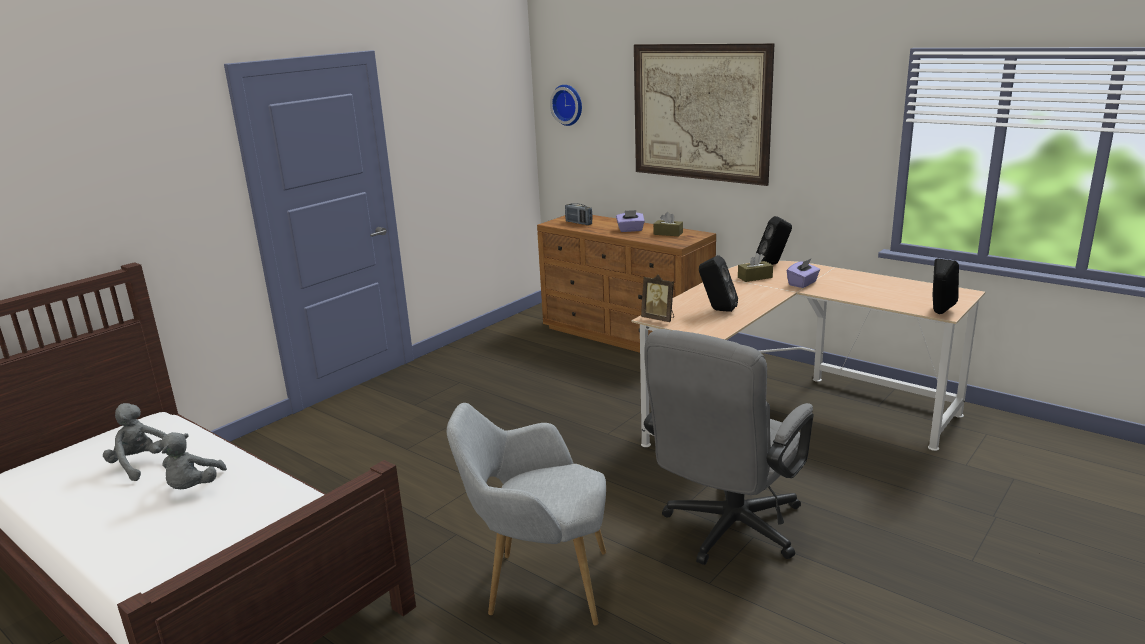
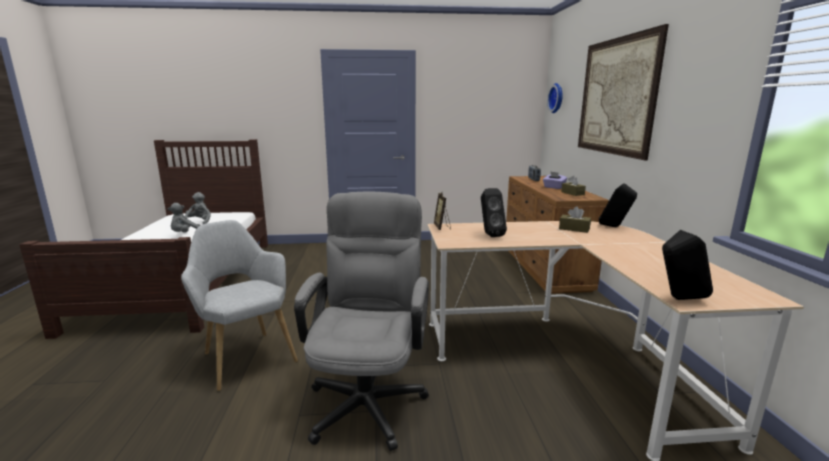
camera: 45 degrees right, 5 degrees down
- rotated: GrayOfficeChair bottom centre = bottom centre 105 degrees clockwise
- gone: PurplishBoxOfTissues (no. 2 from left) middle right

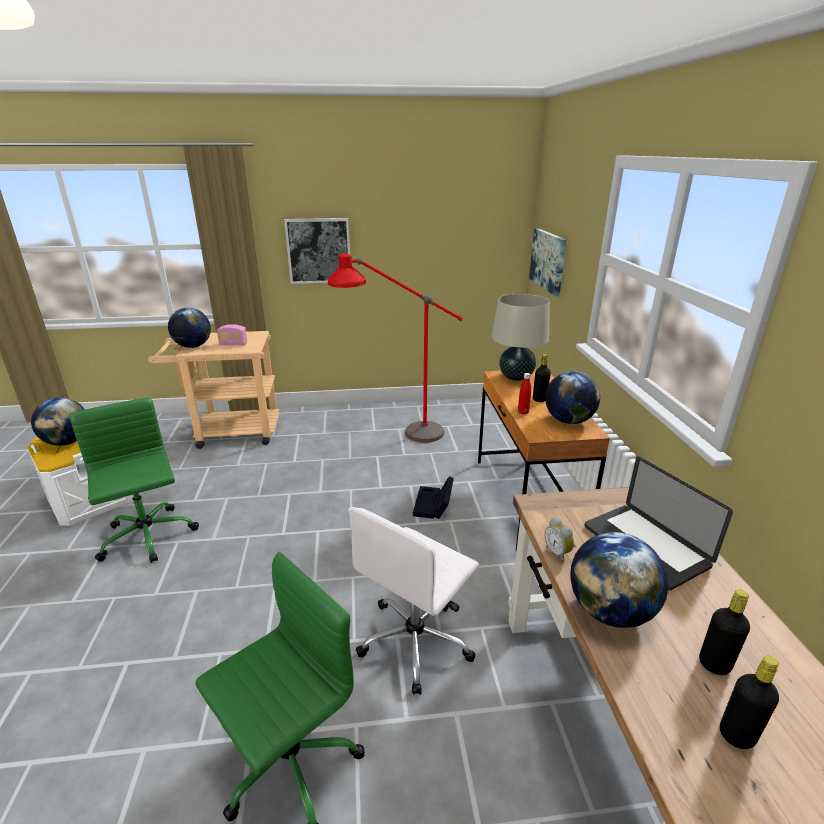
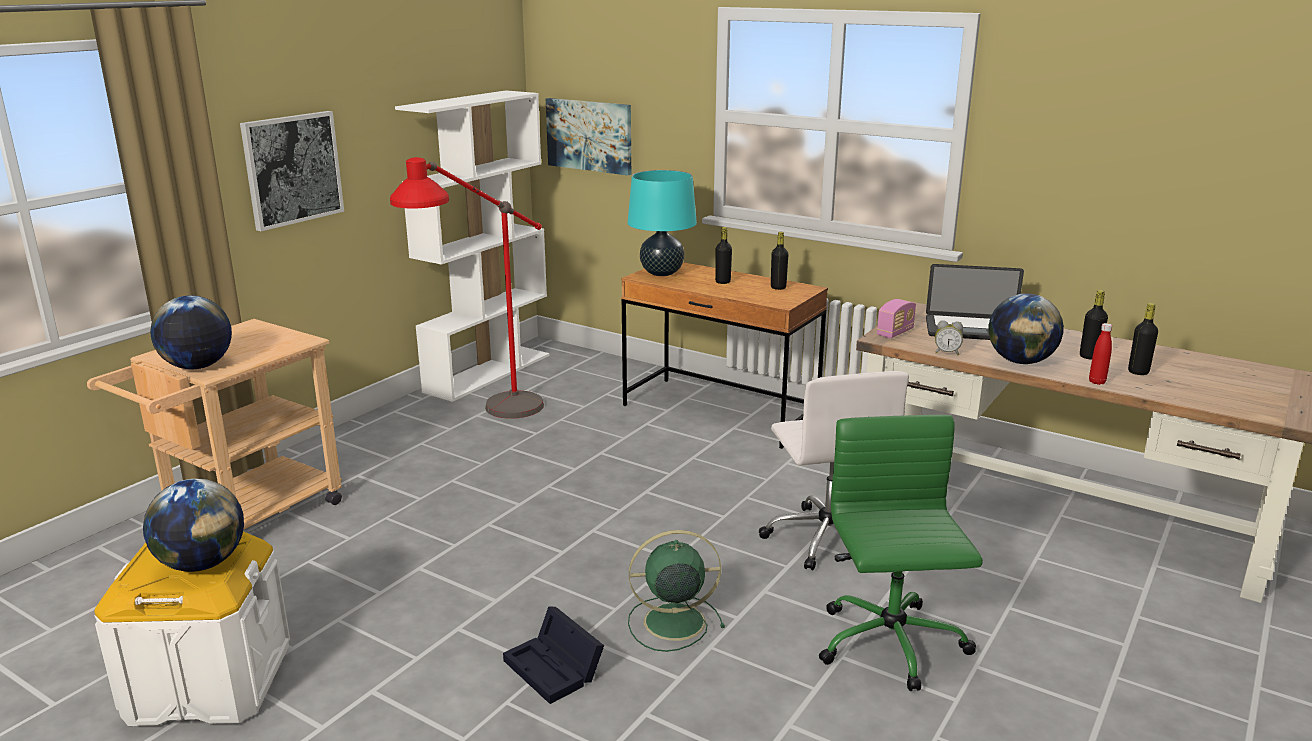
camera: 50 degrees left, 5 degrees down
- new: WhitishShelvingUnit top centre
- shifted: BlackishStorageBox centre to bottom centre
- repainted: BeigeColouredLampForATable centre to TurquoiseLampForATable top centre
- new: GreenFan bottom centre
- swapped: WorldGlobe (no. 3 from left) middle right to BlackishDrinkBottle (no. 2 from left) centre
- shifted: RadioSet middle left to middle right
- shifted: RedDrinkBottle centre to middle right
- gone: GreenOfficeChair (no. 1 from left) middle left

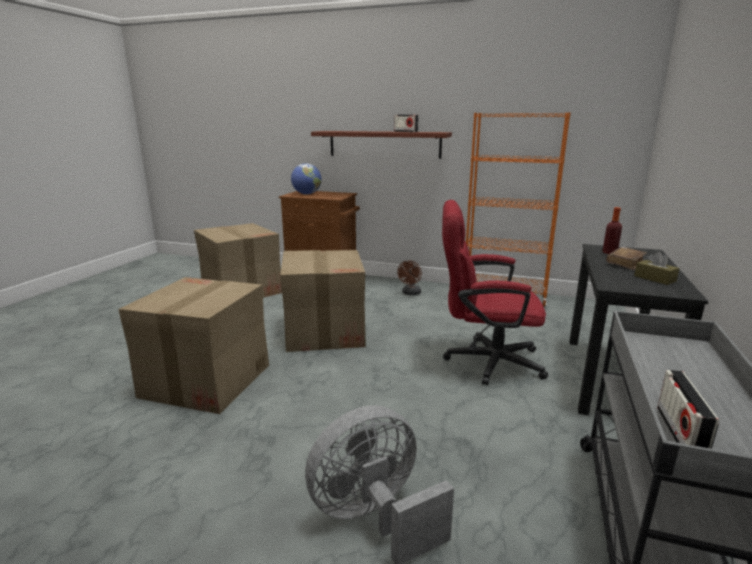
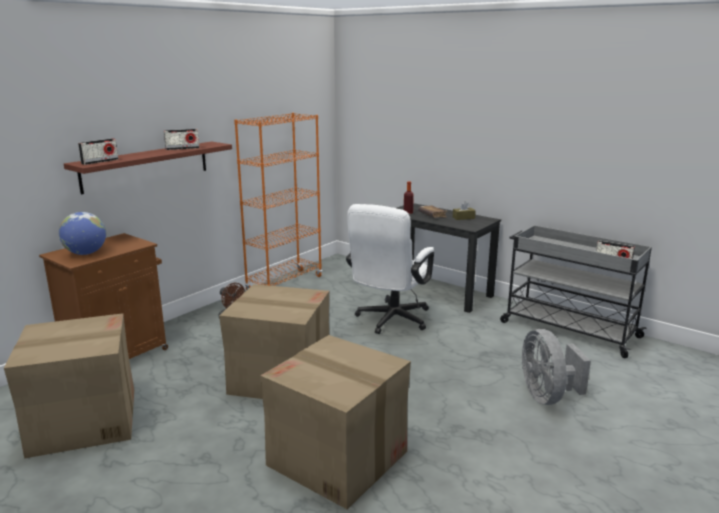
camera: 70 degrees left, 0 degrees up
- new: RadioSet (no. 1 from left) top left
- repainted: RedOfficeChair centre to WhitishOfficeChair centre

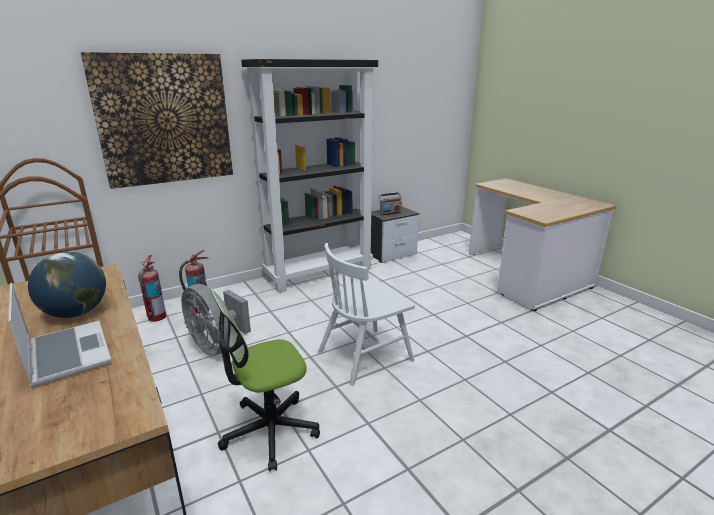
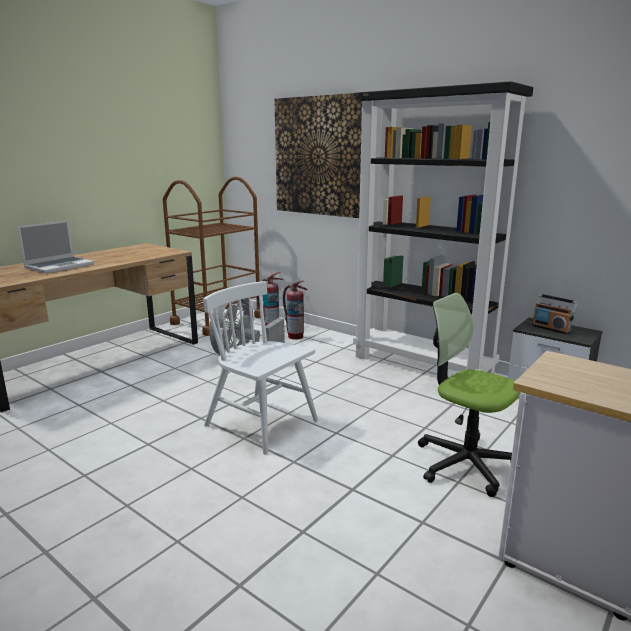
camera: 70 degrees right, 5 degrees down
- shifted: OfficeChair bottom centre to middle right
- gone: WorldGlobe middle left

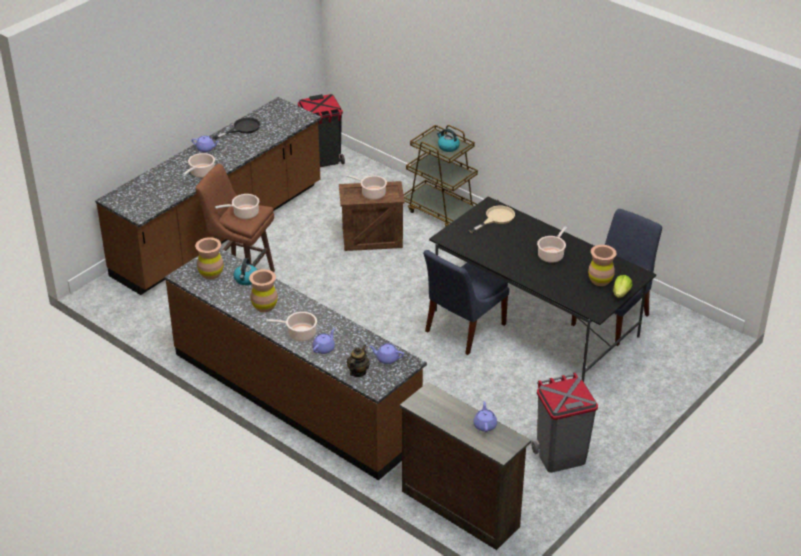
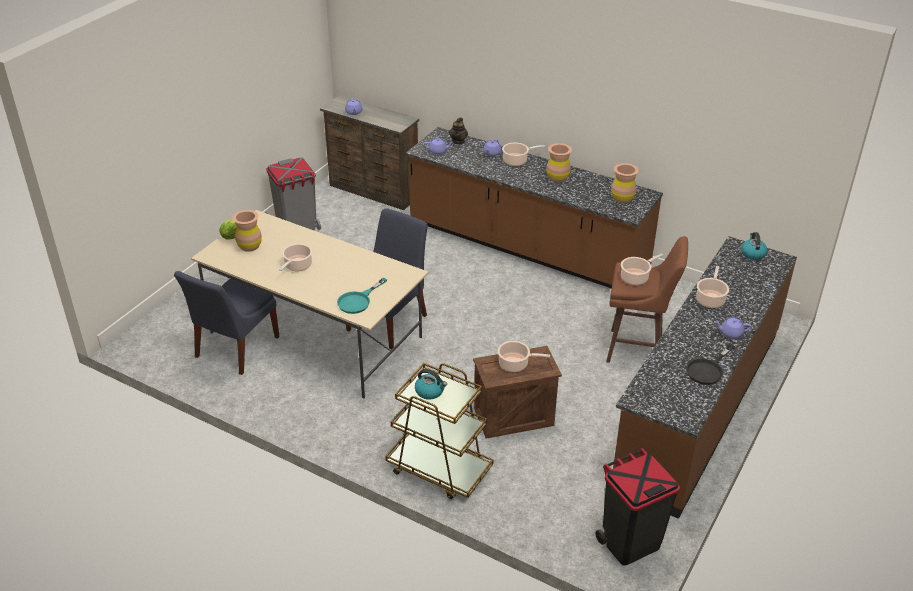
camera: 170 degrees right, 0 degrees up
- repainted: BlackishDiningTable middle right to BeigeColouredDiningTable centre
- repainted: BeigeColouredSkillet centre to TurquoiseSkillet centre
- shifted: WaterKettle (no. 1 from left in the first image) middle left to WaterKettle (no. 2 from left) middle right

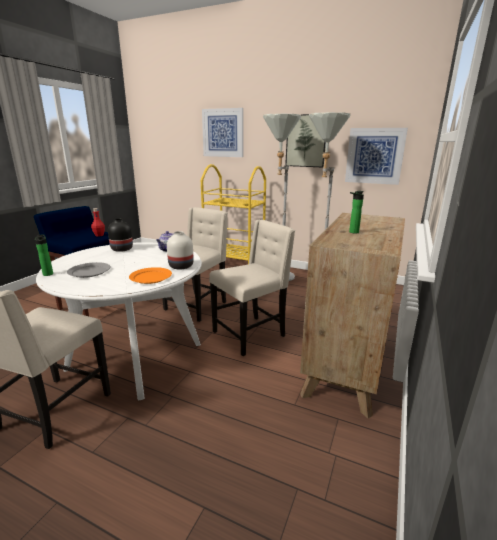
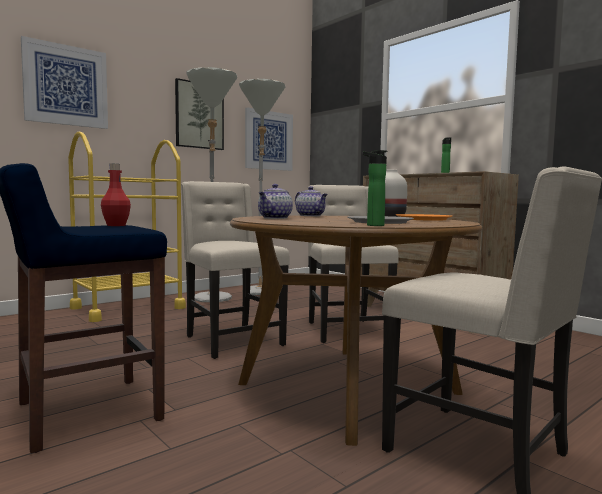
camera: 65 degrees left, 15 degrees down
- repainted: WhitishDiningTable middle left to BrownDiningTable bottom centre
- swapped: BlackishVase middle left to TeaPot (no. 1 from left) centre

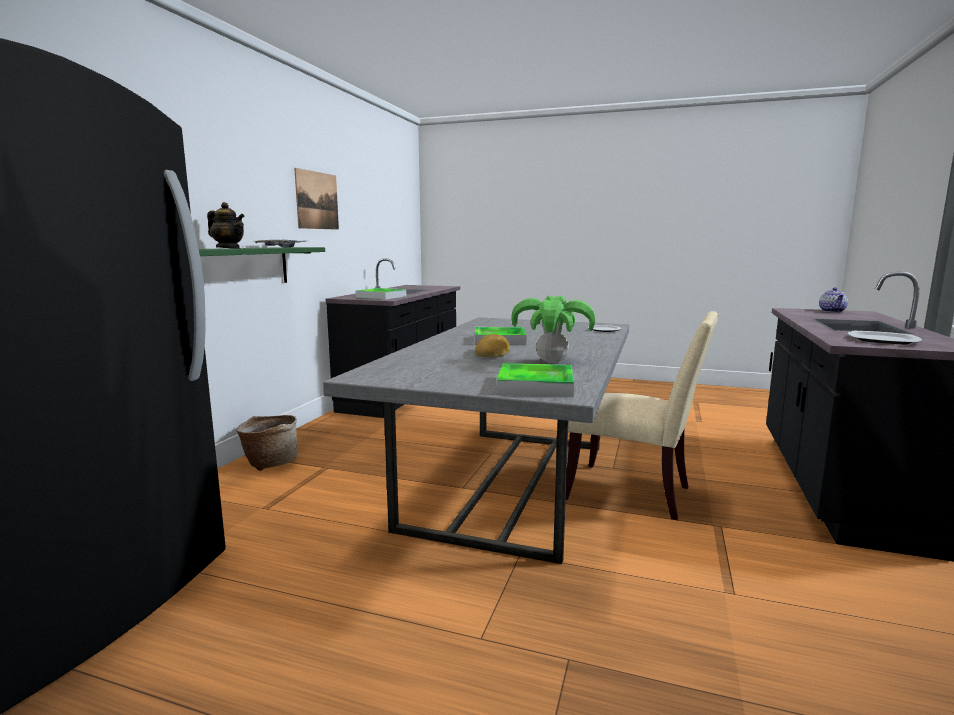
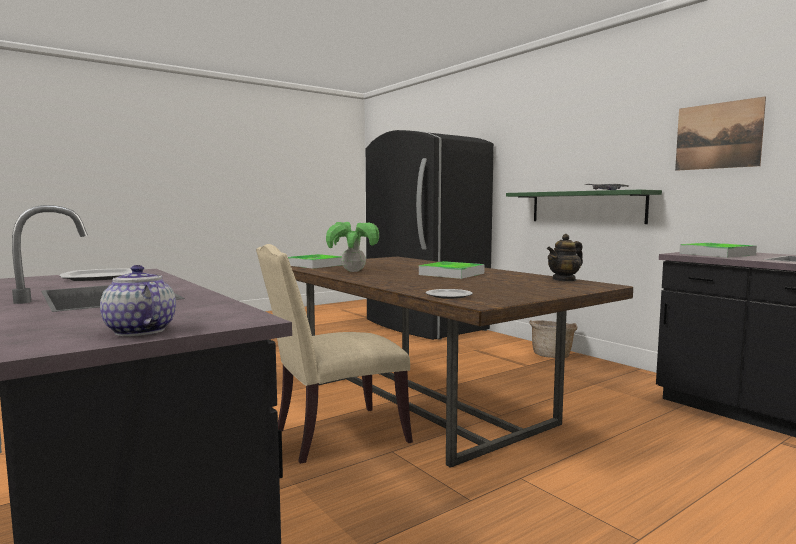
camera: 125 degrees right, 5 degrees down
- repainted: GrayDiningTable centre to BrownDiningTable centre
- shifted: TeaPot (no. 1 from left in the first image) top left to TeaPot (no. 2 from left) middle right
- gone: BakedBread centre

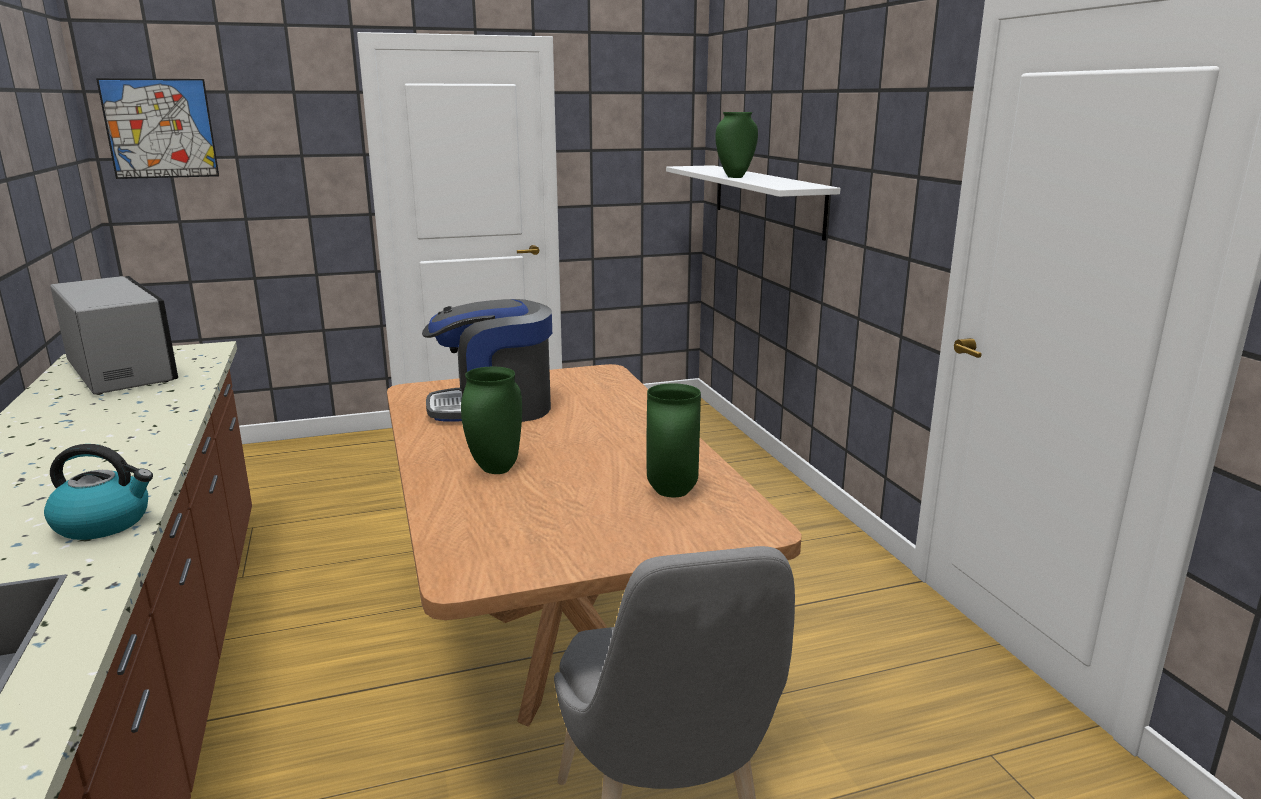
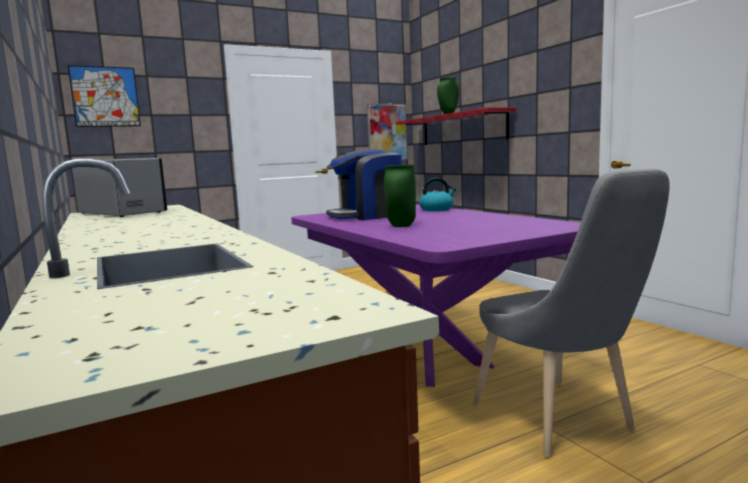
camera: 10 degrees left, 10 degrees down
- repainted: BrownDiningTable bottom centre to PurplishDiningTable centre
- new: WallArt (no. 2 from left) top centre
- repainted: WhitishShelf top centre to RedShelf top centre
- shifted: WaterKettle middle left to centre
- gone: GreenVase (no. 2 from left) centre

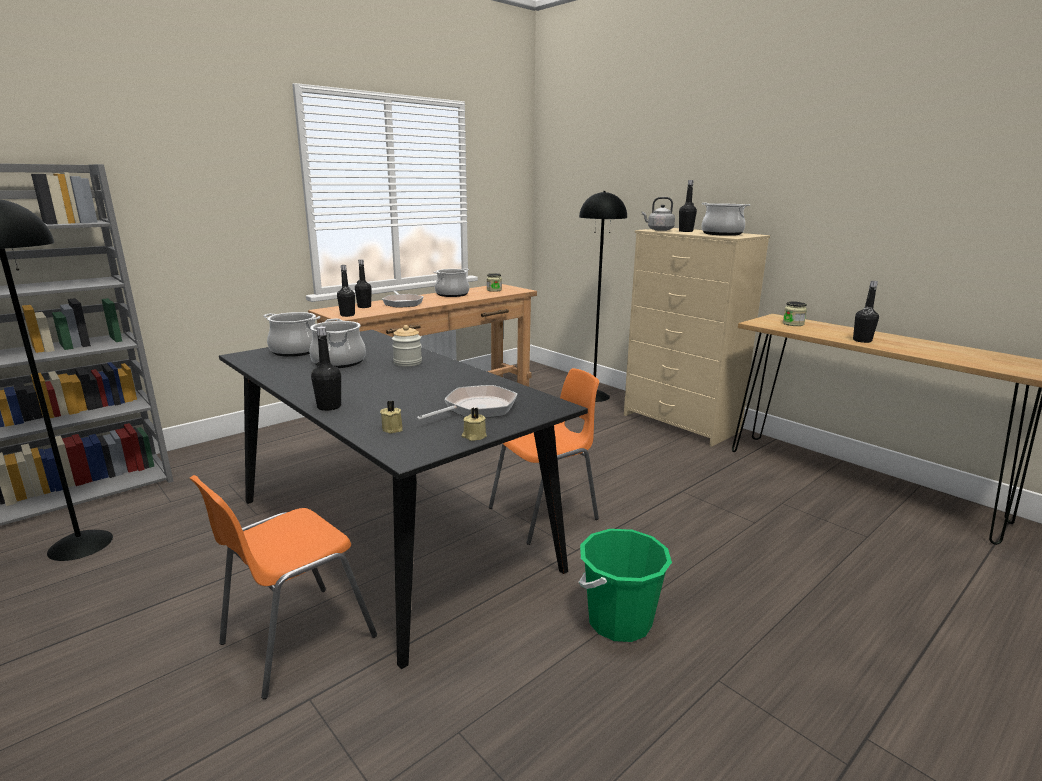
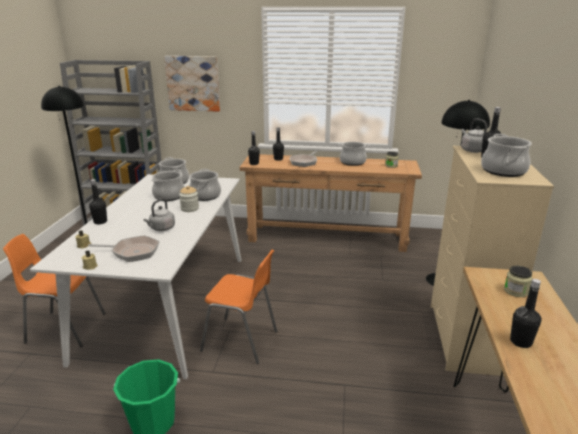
camera: 50 degrees right, 5 degrees up
- repainted: BlackishDiningTable centre to WhitishDiningTable middle left
- new: GrayWaterKettle (no. 1 from left) middle left
- new: WallArt top left
- new: Stockpot (no. 3 from left) centre

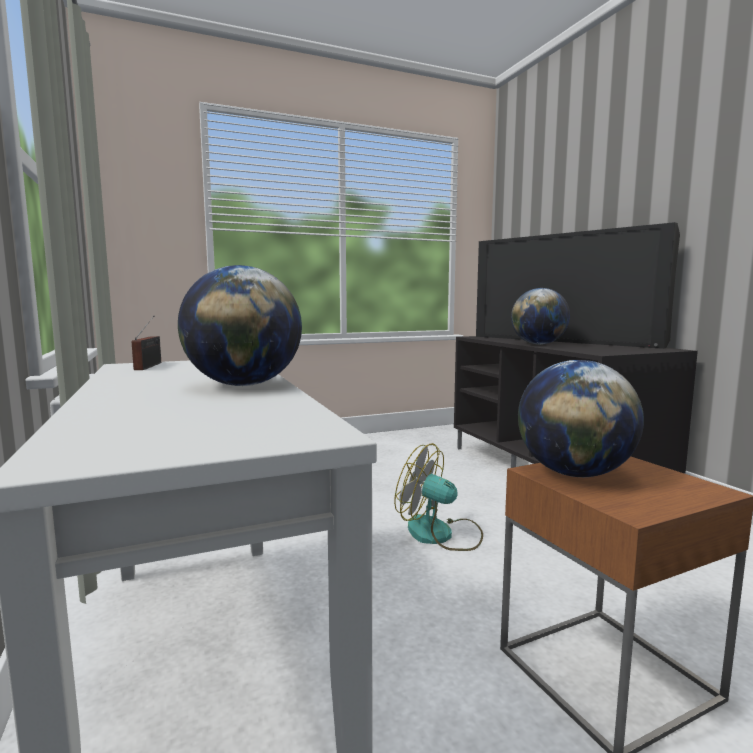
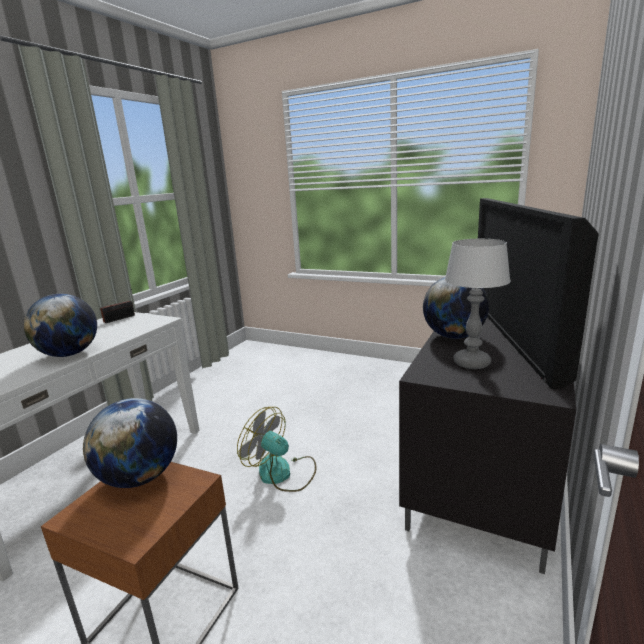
camera: 50 degrees right, 10 degrees up
- rotated: Fan centre = bottom centre 45 degrees counterclockwise
- new: LampForATable middle right

